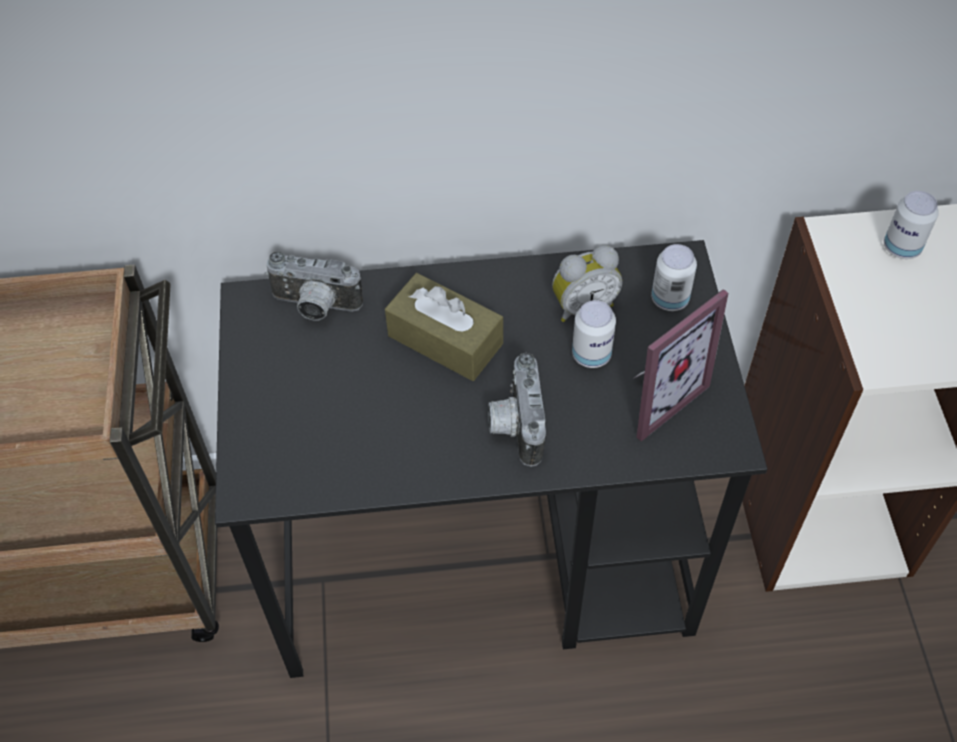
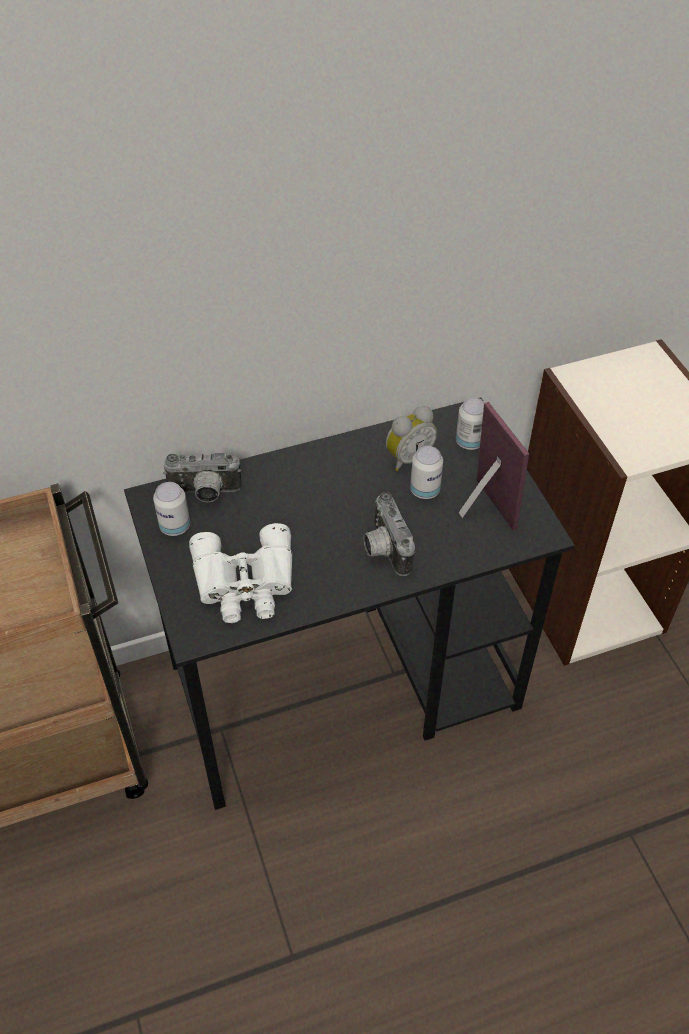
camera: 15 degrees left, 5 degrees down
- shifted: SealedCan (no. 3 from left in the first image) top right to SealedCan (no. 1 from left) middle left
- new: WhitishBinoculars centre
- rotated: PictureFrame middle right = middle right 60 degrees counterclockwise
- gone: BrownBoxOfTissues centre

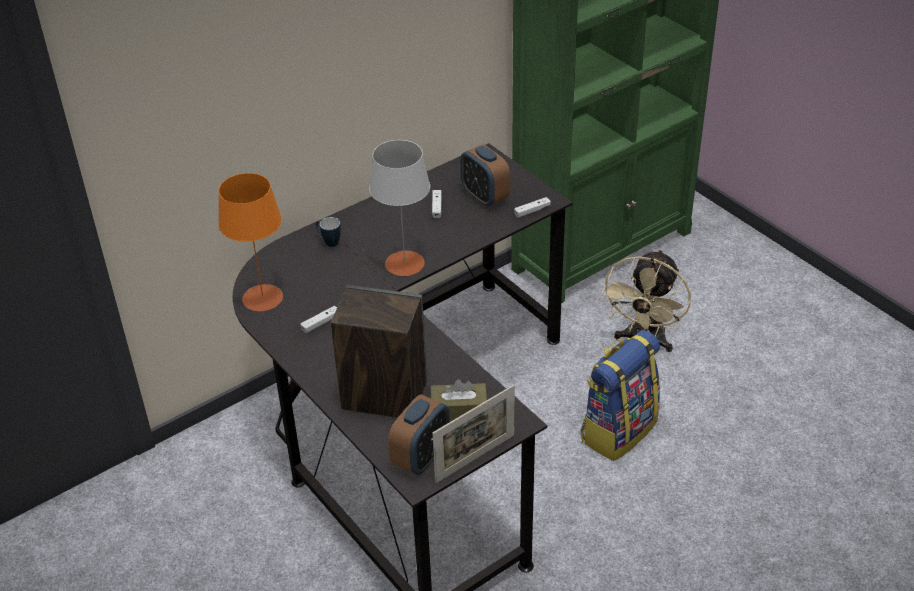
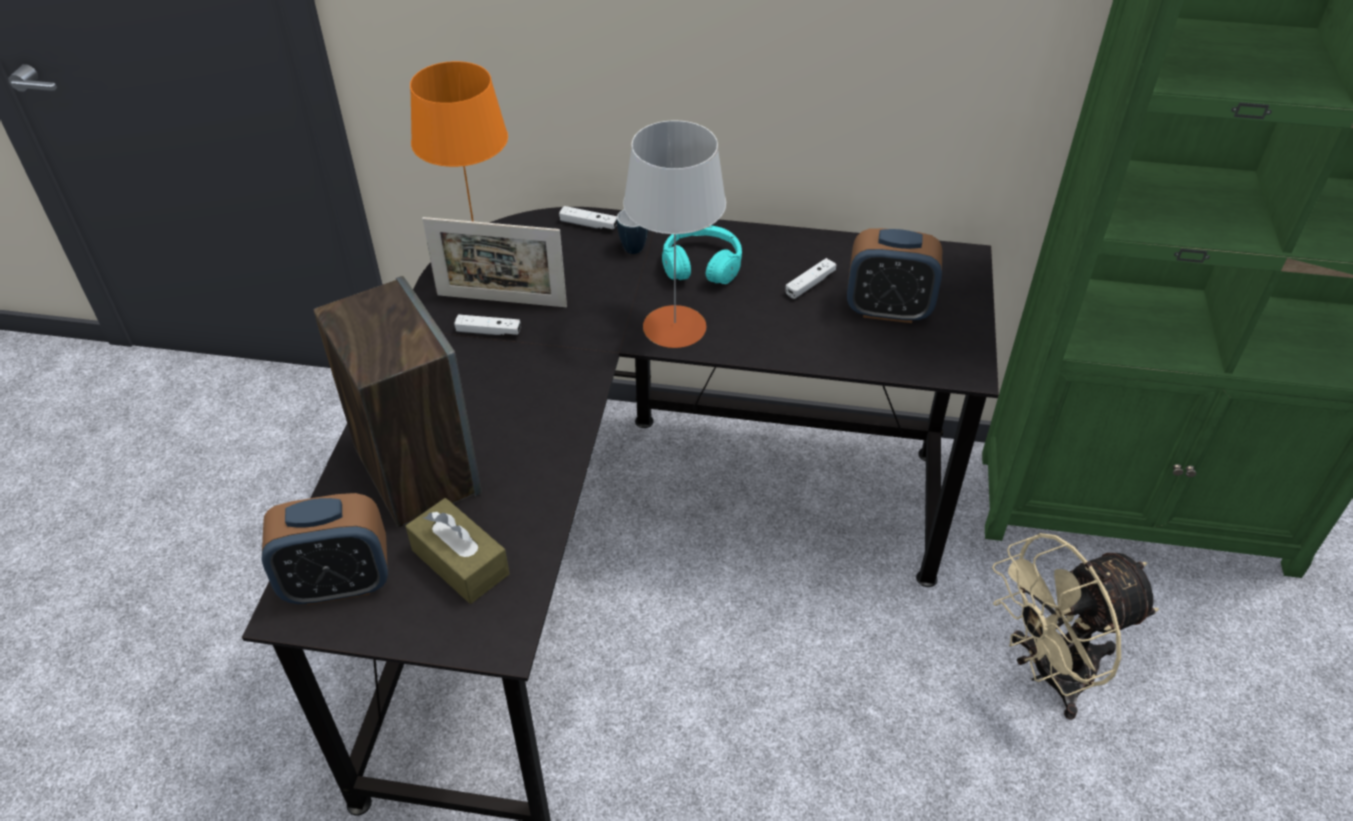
camera: 45 degrees right, 5 degrees up
- shifted: PictureFrame bottom centre to top centre
- shifted: WhitishGamepad (no. 3 from left in the first image) centre to WhitishGamepad (no. 2 from left) top centre
- new: TurquoiseHeadset top centre
- rotated: TableClock (no. 2 from left) top centre = centre 90 degrees counterclockwise
- gone: Knapsack bottom right

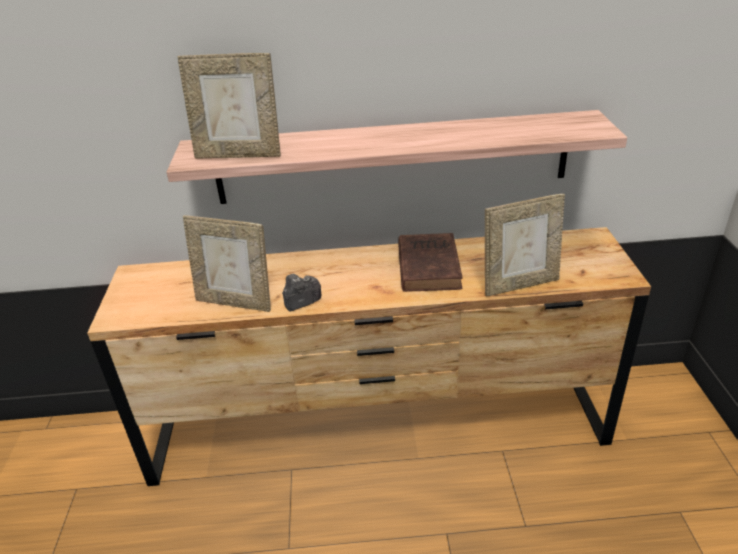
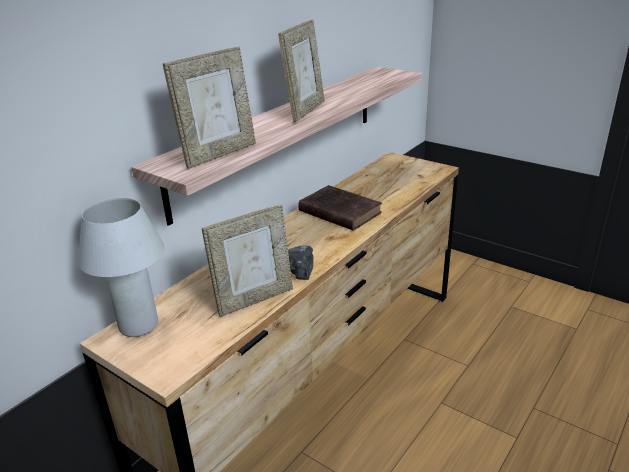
camera: 50 degrees left, 5 degrees down
- new: WhitishLampForATable middle left
- shifted: PictureFrame (no. 3 from left) middle right to top centre

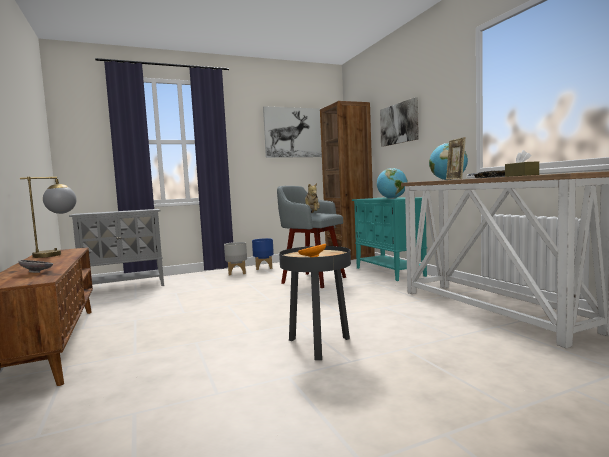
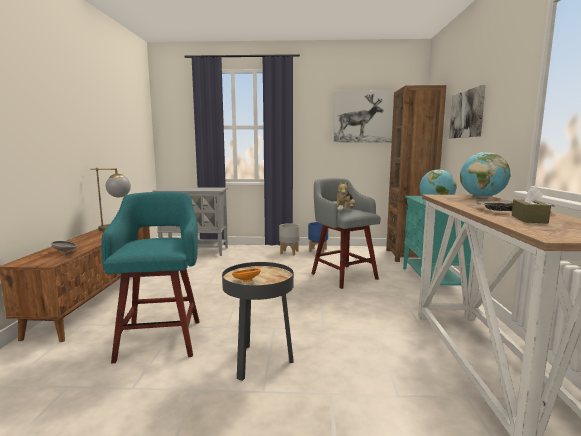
camera: 25 degrees right, 5 degrees up
- new: TurquoiseStoolSeat middle left
- gone: PictureFrame middle right

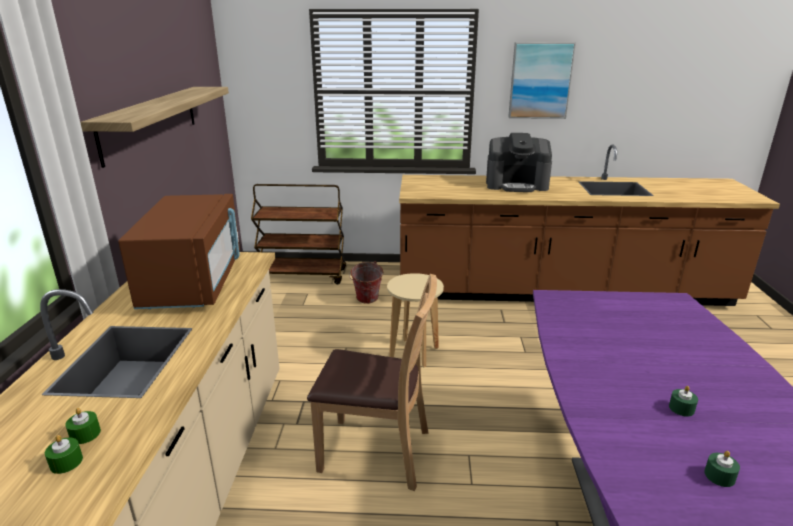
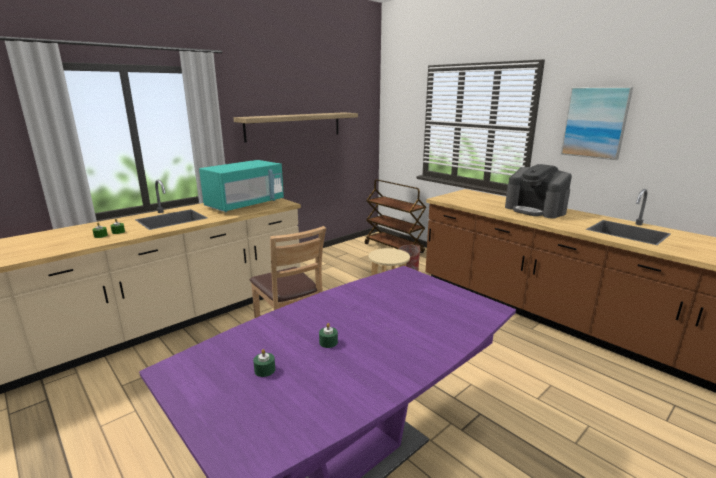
camera: 45 degrees right, 5 degrees down
- repainted: BrownMicrowaveOven middle left to TurquoiseMicrowaveOven centre

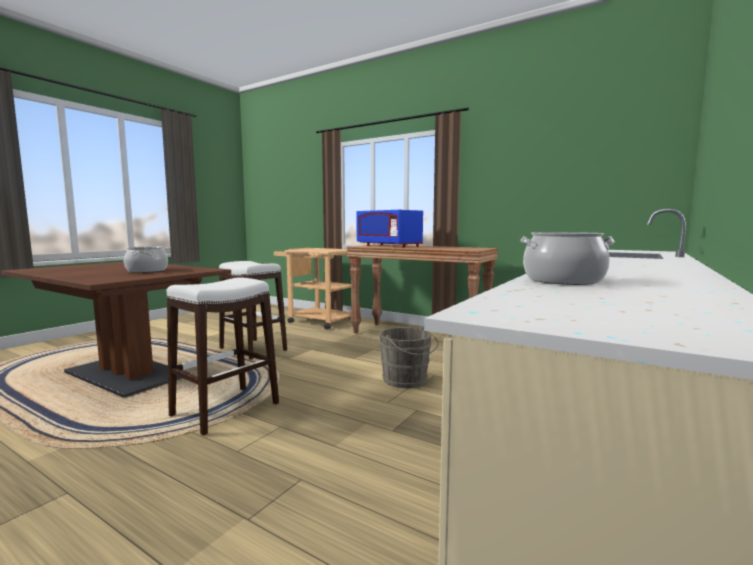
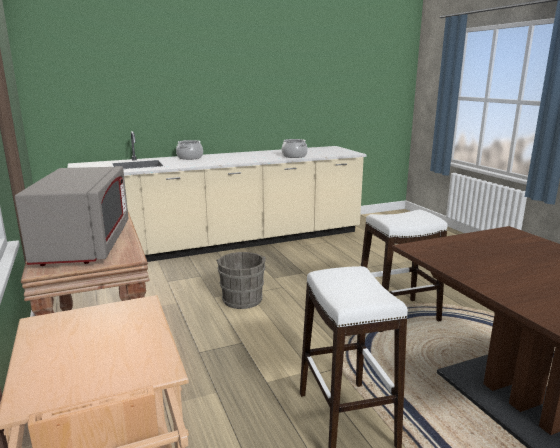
camera: 145 degrees left, 10 degrees up
- repainted: BluishMicrowaveOven centre to GrayMicrowaveOven middle left
- shifted: Stockpot (no. 1 from left) middle left to centre

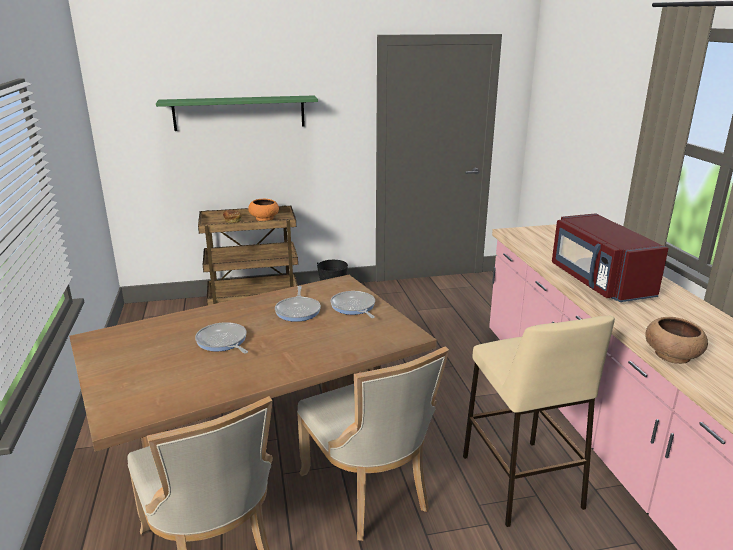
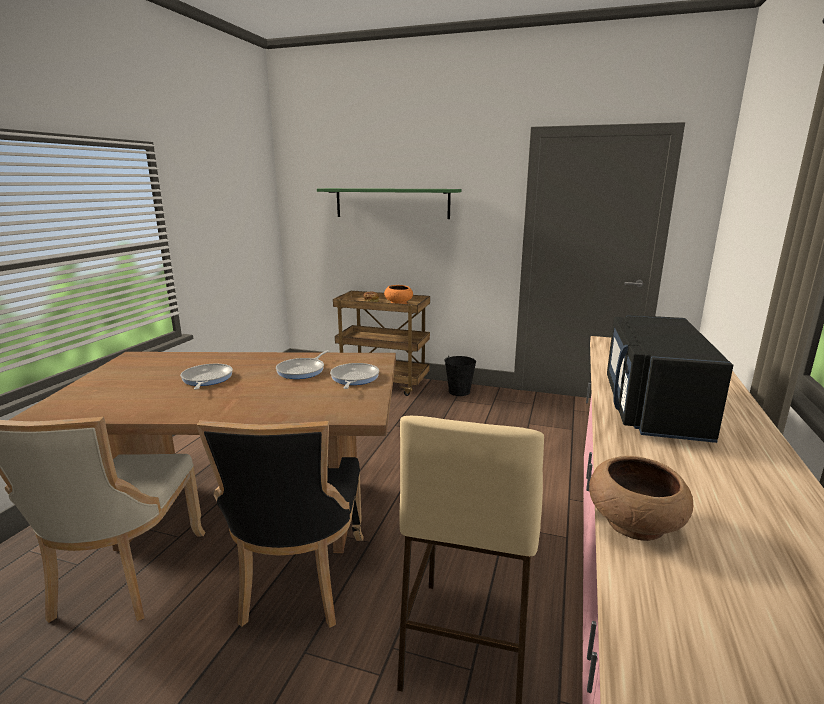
camera: 30 degrees right, 5 degrees down
- repainted: BeigeColouredUprightChair (no. 2 from left) bottom centre to BlackishUprightChair bottom centre
- repainted: RedMicrowaveOven middle right to BlackishMicrowaveOven middle right

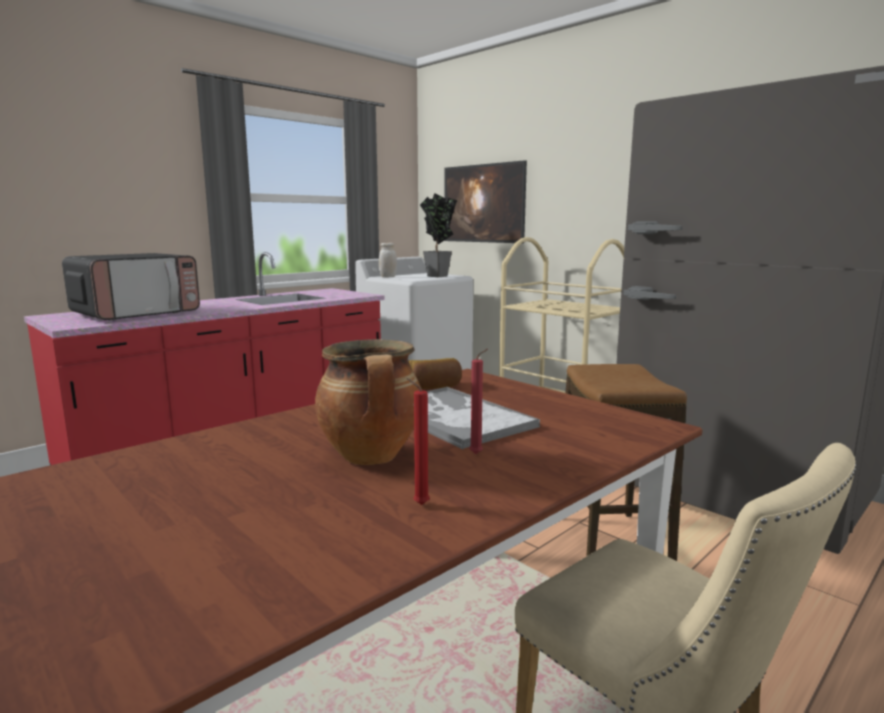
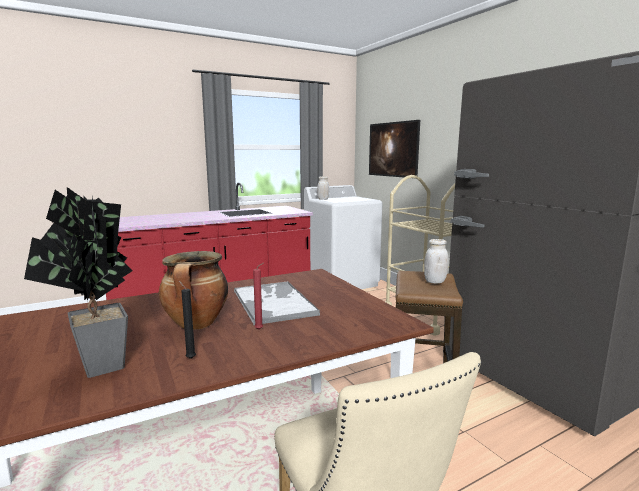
camera: 15 degrees right, 0 degrees up
- shifted: PlantInAPot top centre to middle left
- repainted: RedCandle (no. 1 from left) centre to BlackishCandle middle left
- new: WhitishPreserveJar (no. 2 from left) middle right
- gone: MicrowaveOven middle left
- gone: BakedBread centre

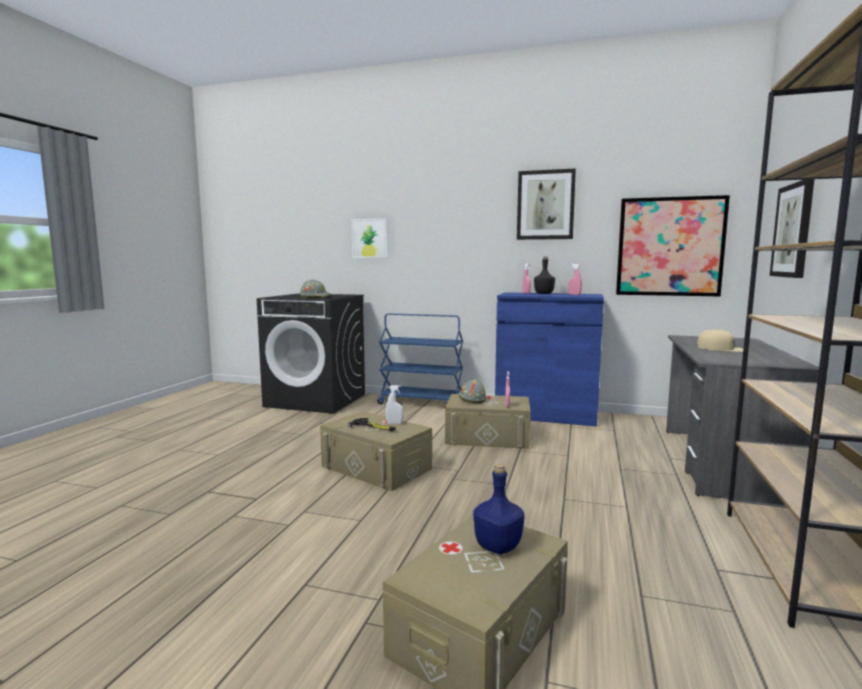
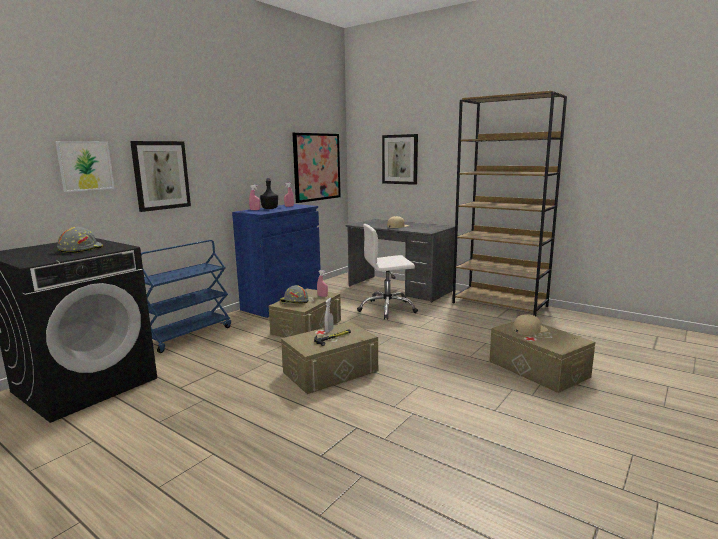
camera: 70 degrees left, 5 degrees up
- shifted: WallArt (no. 2 from left) top centre to top left
- new: WhitishOfficeChair centre
- swapped: BluishDrinkBottle bottom centre to BeigeColouredBaseballCap (no. 2 from left) middle right

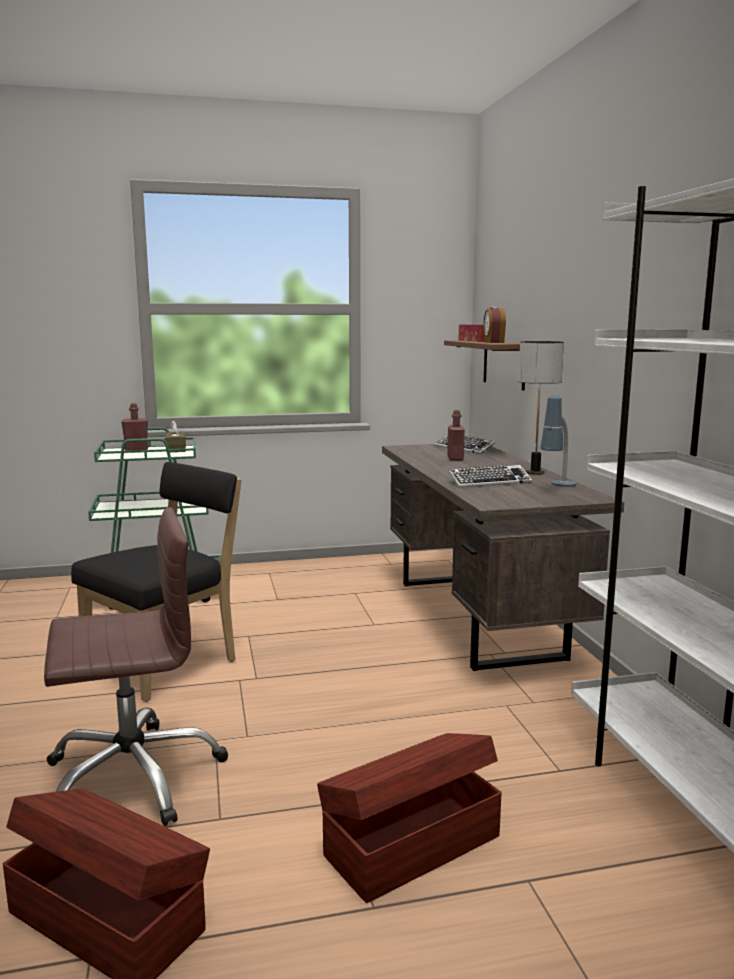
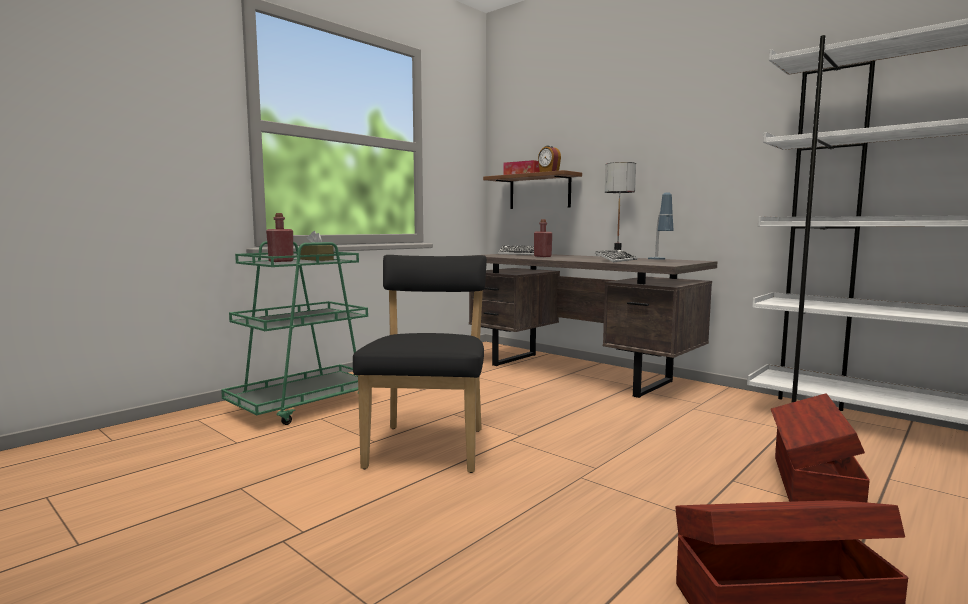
camera: 35 degrees left, 5 degrees down
- gone: BrownOfficeChair bottom left

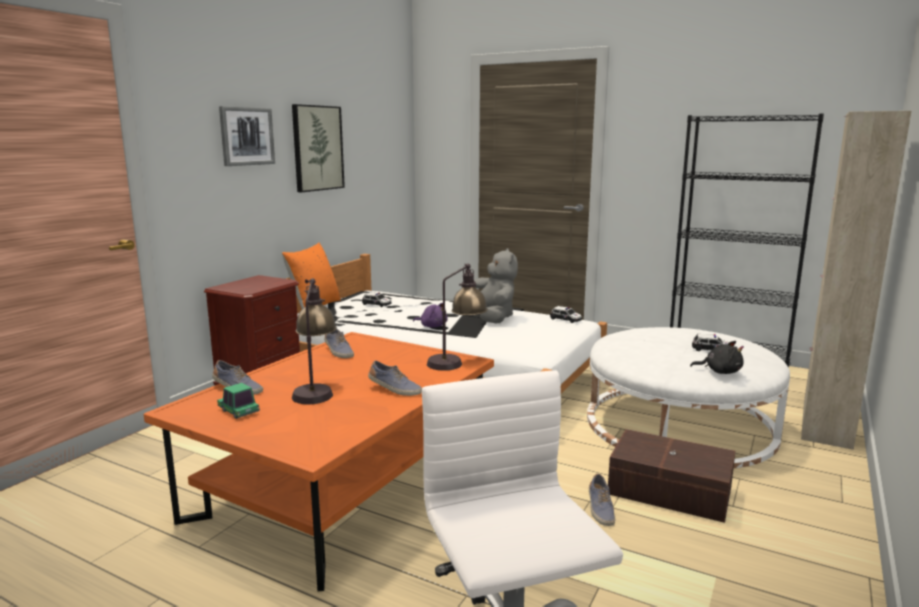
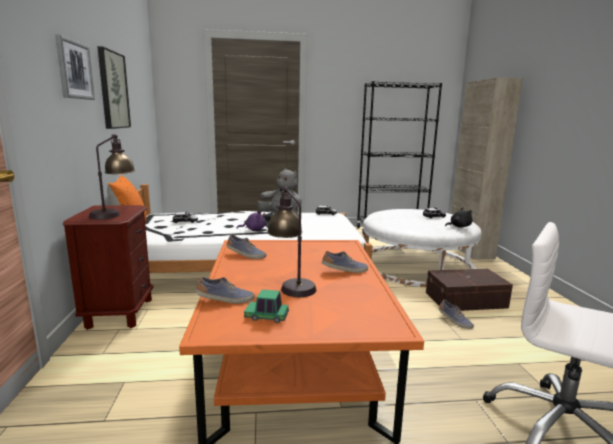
camera: 35 degrees left, 0 degrees up
- shifted: LampForATable (no. 2 from left in the first image) centre to LampForATable (no. 1 from left) middle left

